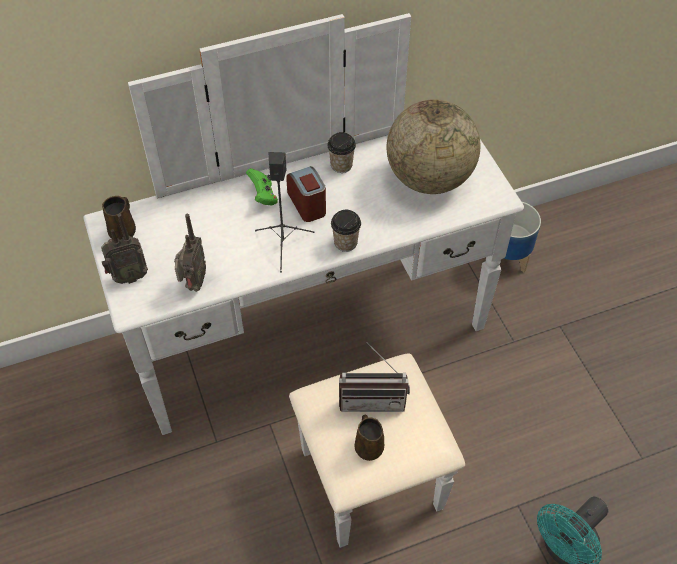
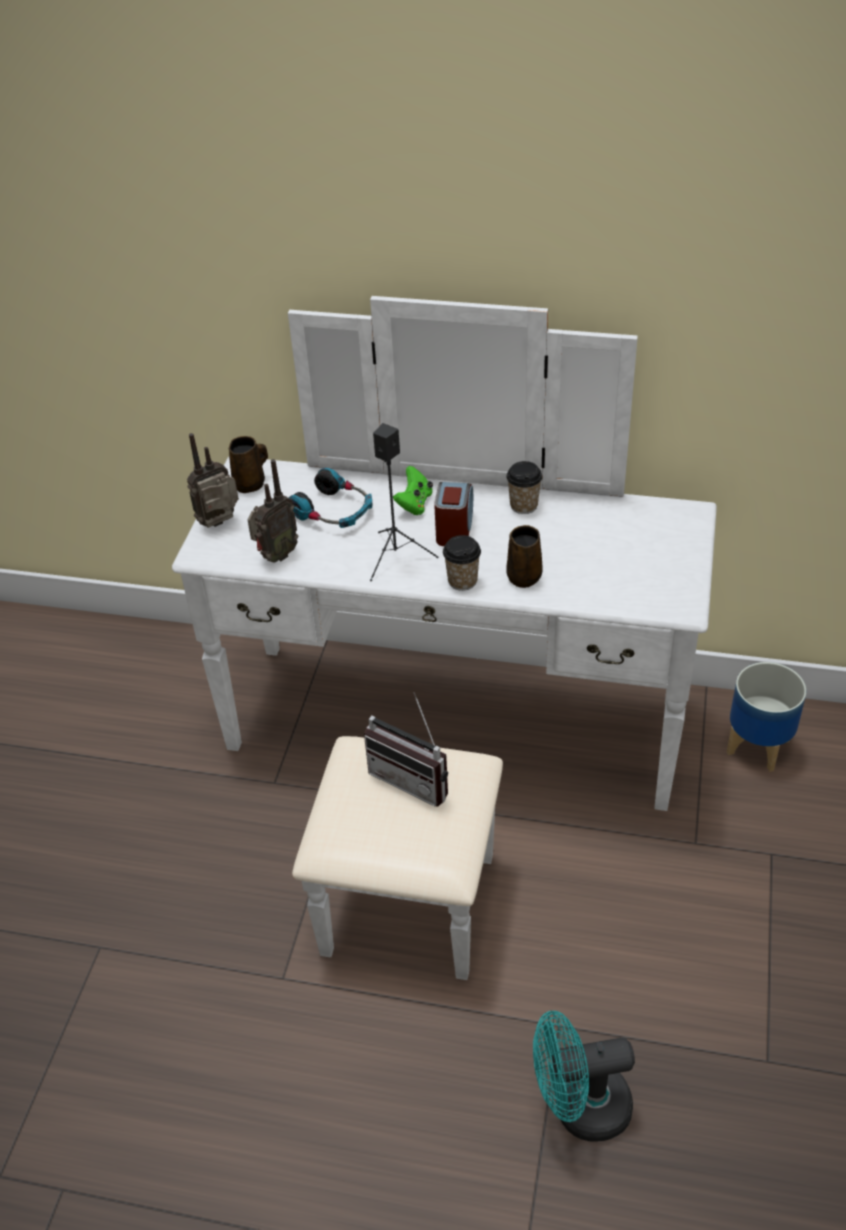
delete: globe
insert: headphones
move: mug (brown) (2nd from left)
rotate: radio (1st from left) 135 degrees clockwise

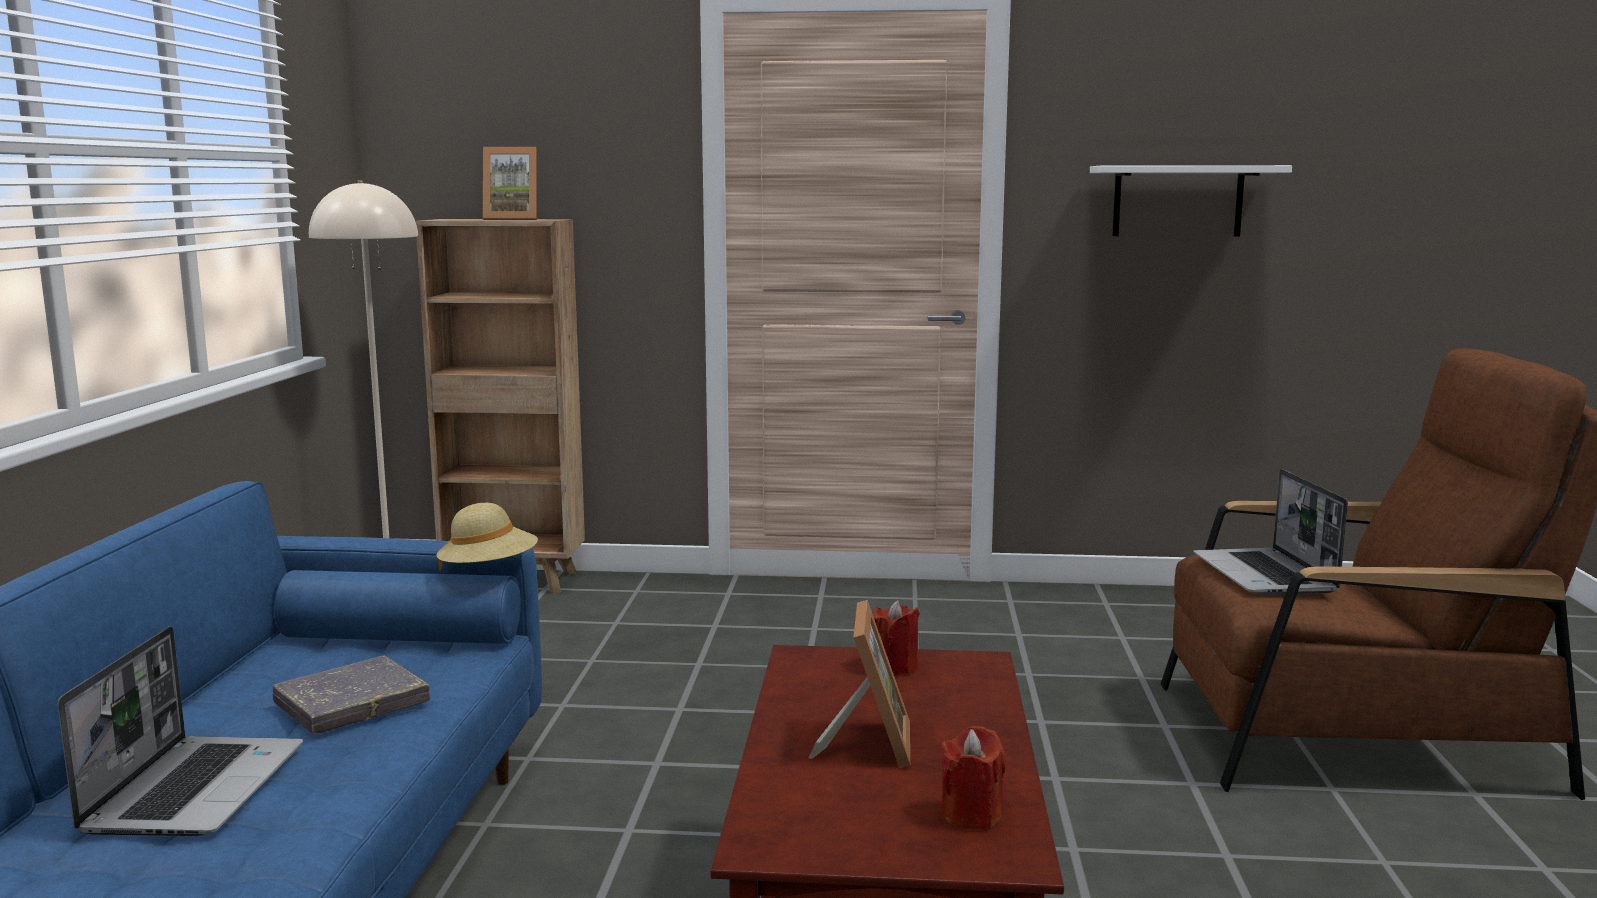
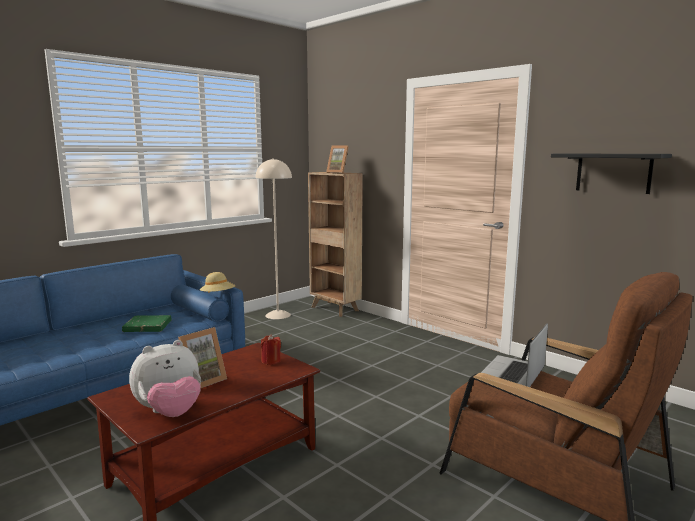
delete: laptop (1st from left)
replace: candle (red) (2nd from left) to plush toy
recolor: book (grey) to book (green); shelf (white) to shelf (black)

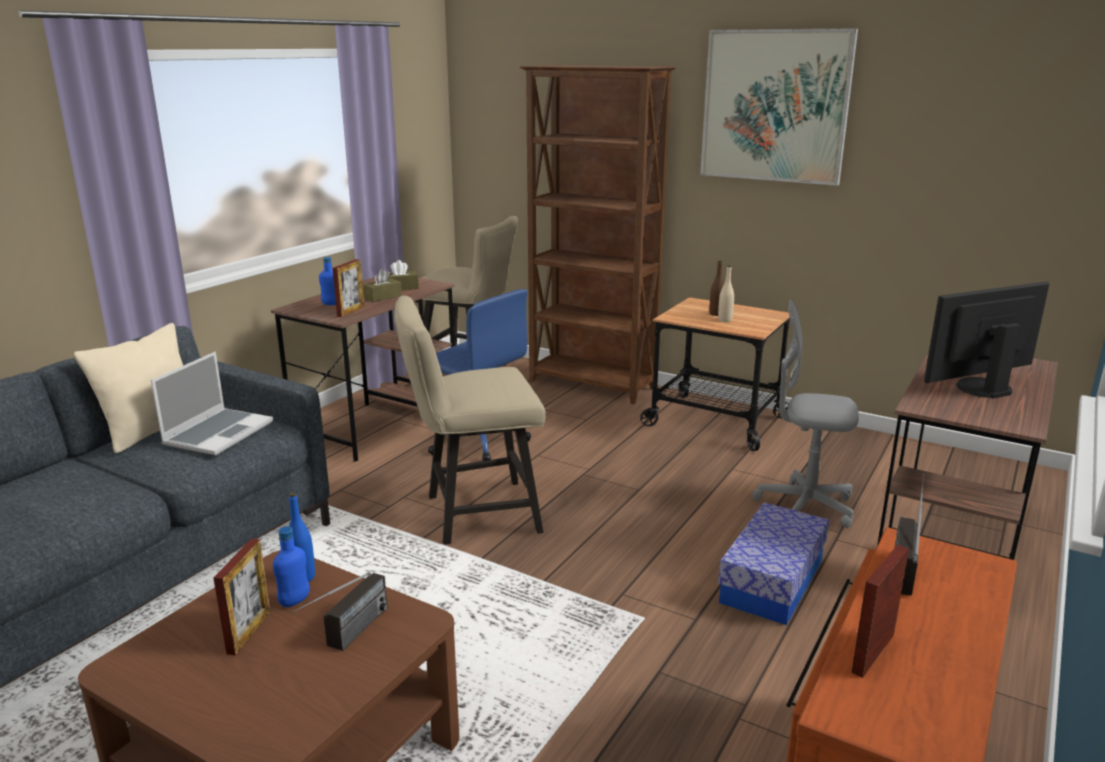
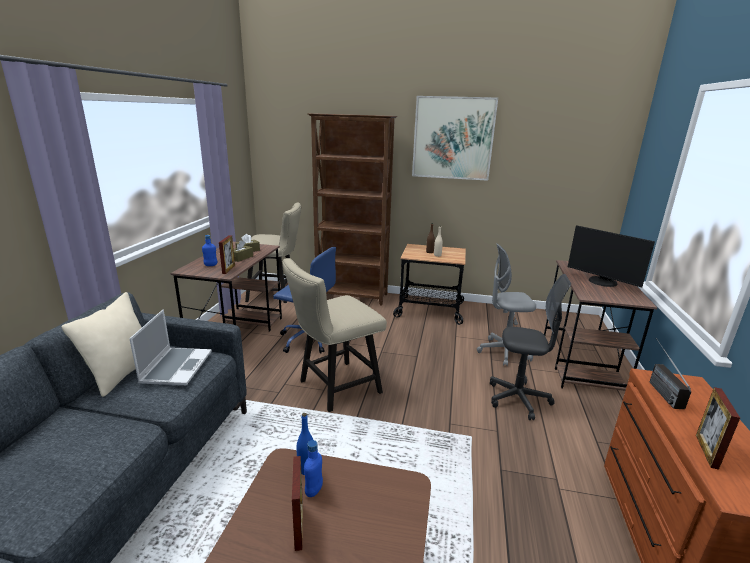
delete: radio (1st from left)
replace: storage box to office chair (grey) (2nd from left)
rotate: monitor 90 degrees counterclockwise

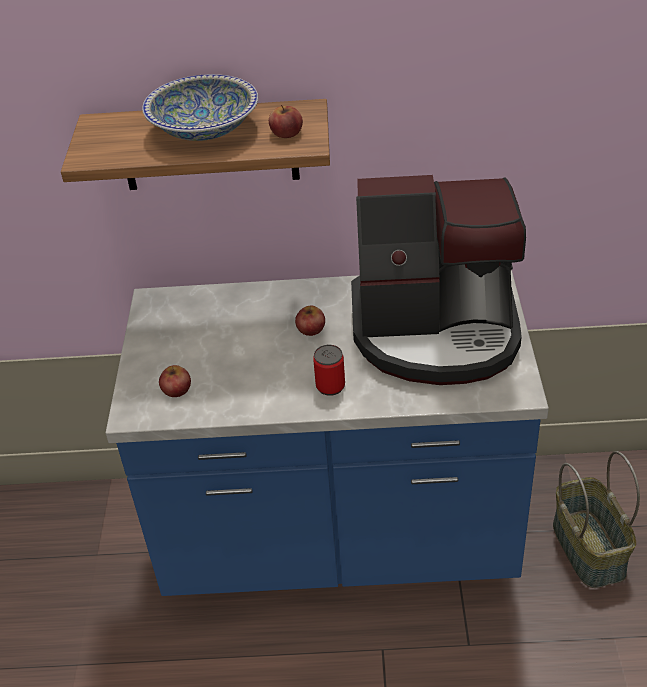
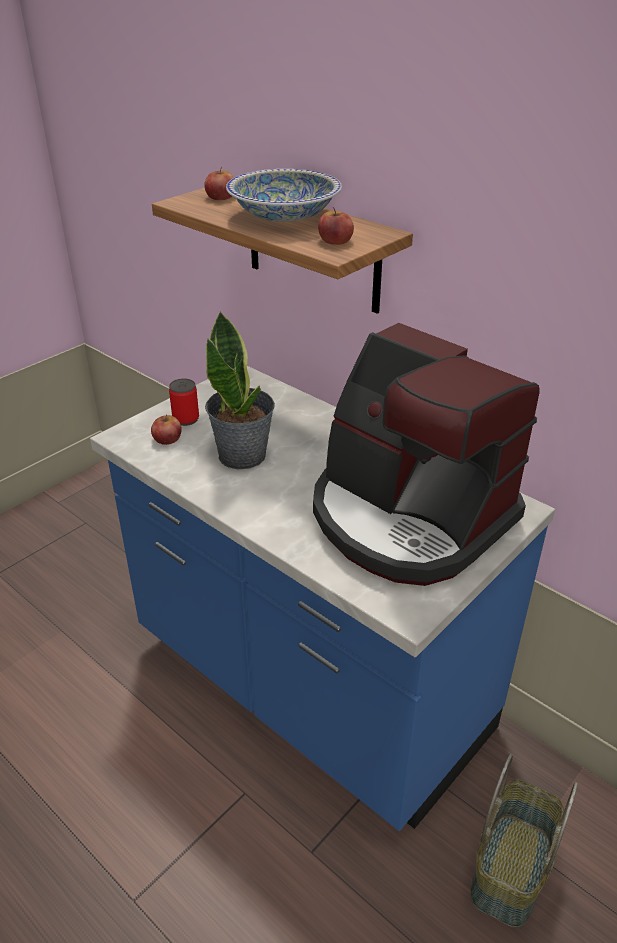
insert: potted plant
move: can; apple (3rd from left in the first image) to apple (2nd from left)

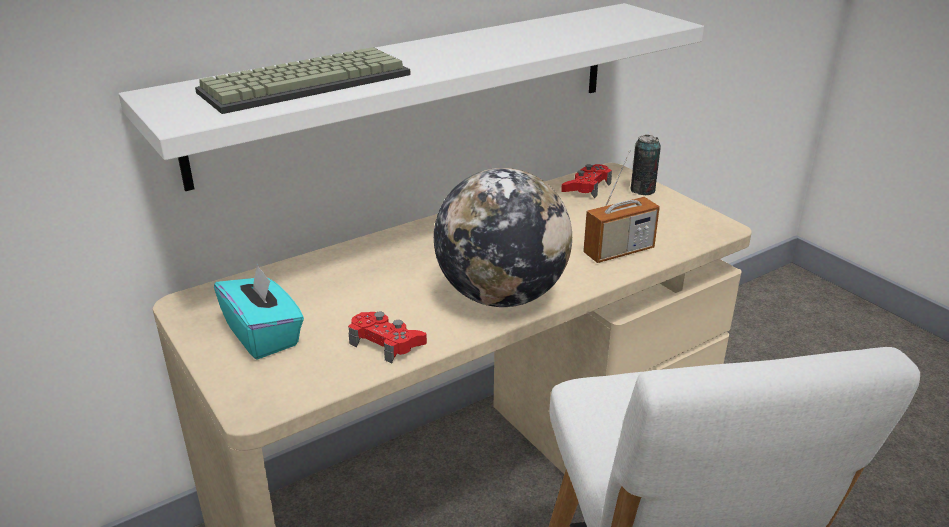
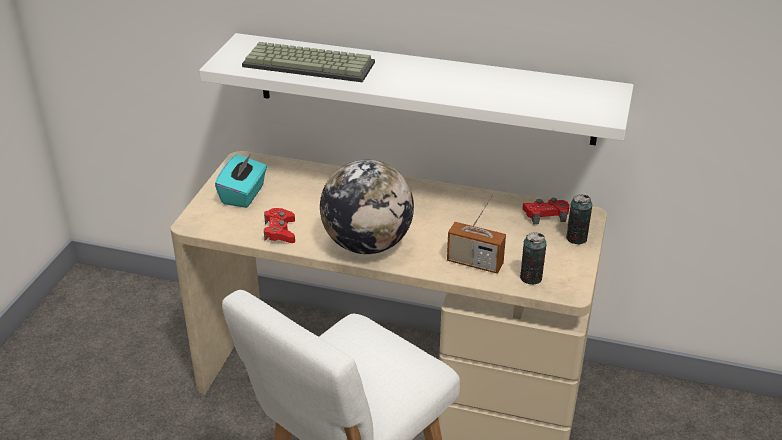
insert: can (1st from left)

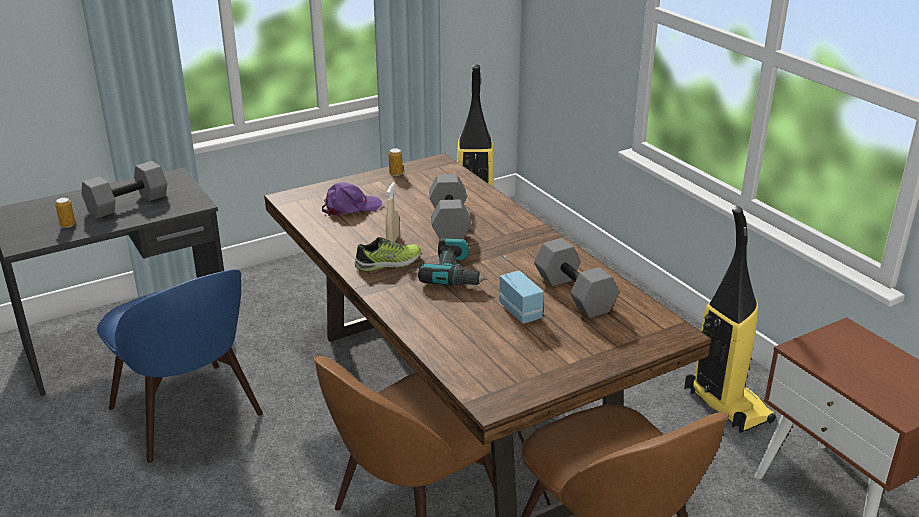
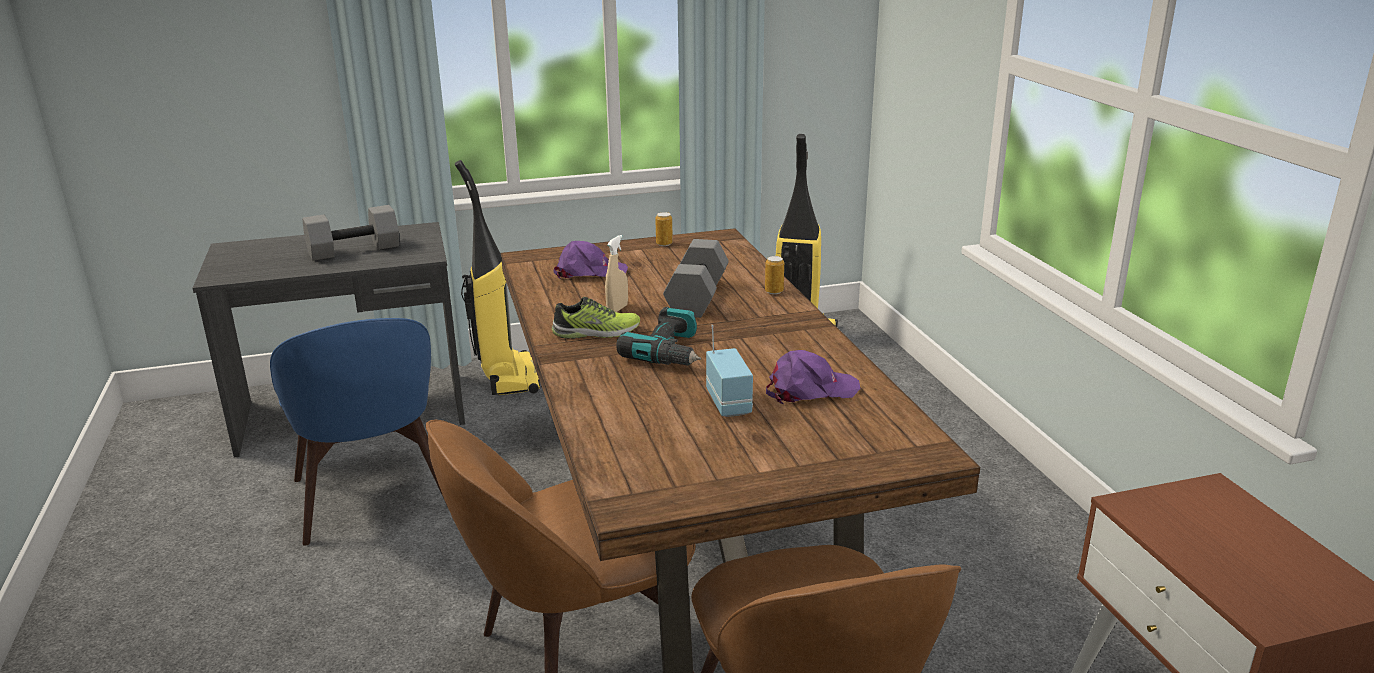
move: vacuum cleaner (2nd from left in the first image) to vacuum cleaner (1st from left); can (1st from left in the first image) to can (2nd from left)
replace: dumbbell (grey) (3rd from left) to cap (purple) (2nd from left)

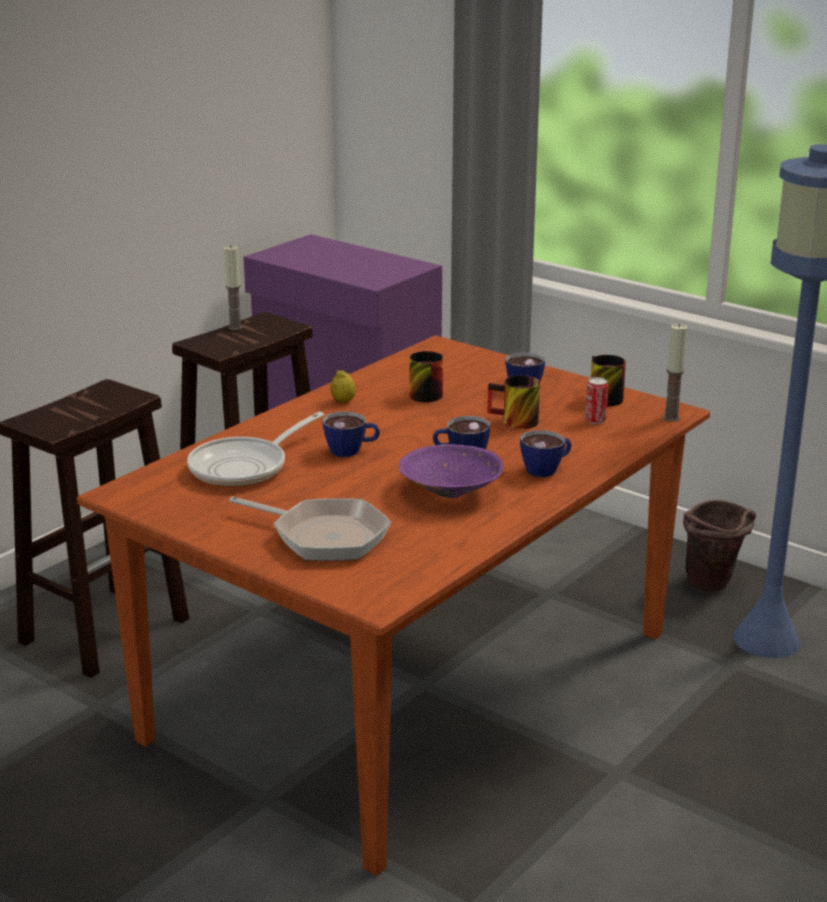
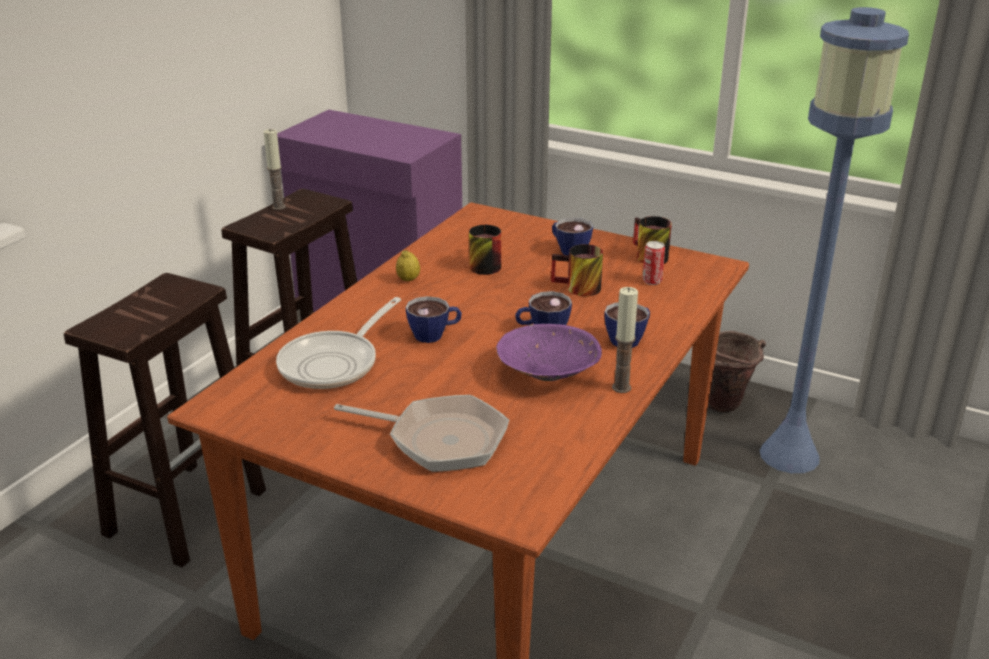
move: candle (2nd from left)

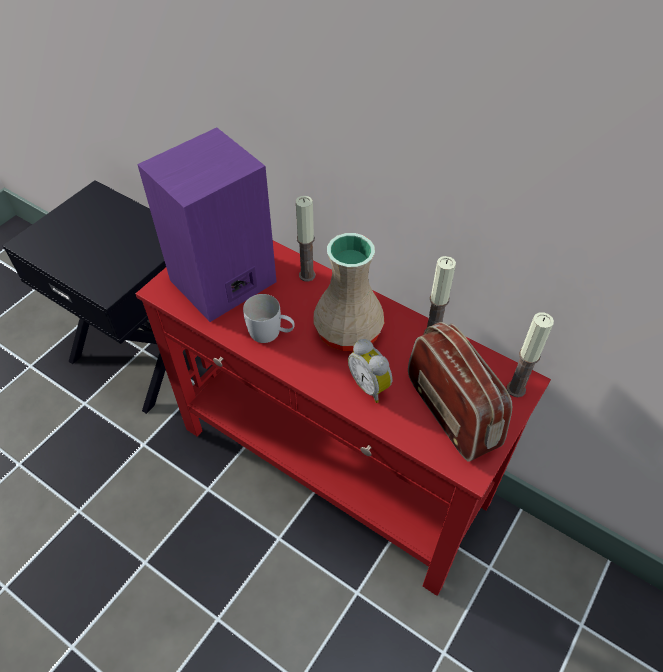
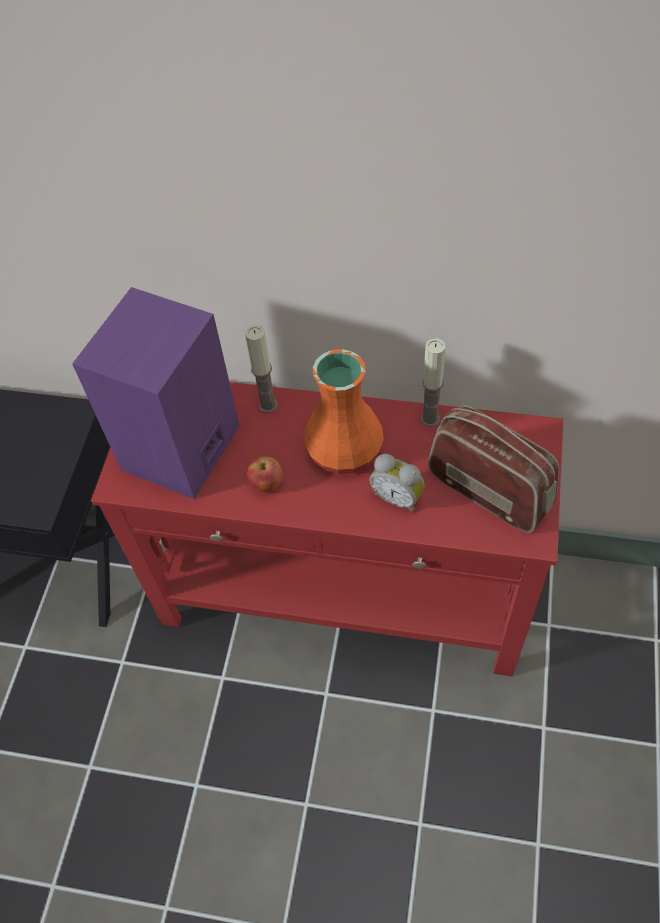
delete: candle (3rd from left)
replace: mug (white) to apple
recolor: vase (beige) to vase (orange)

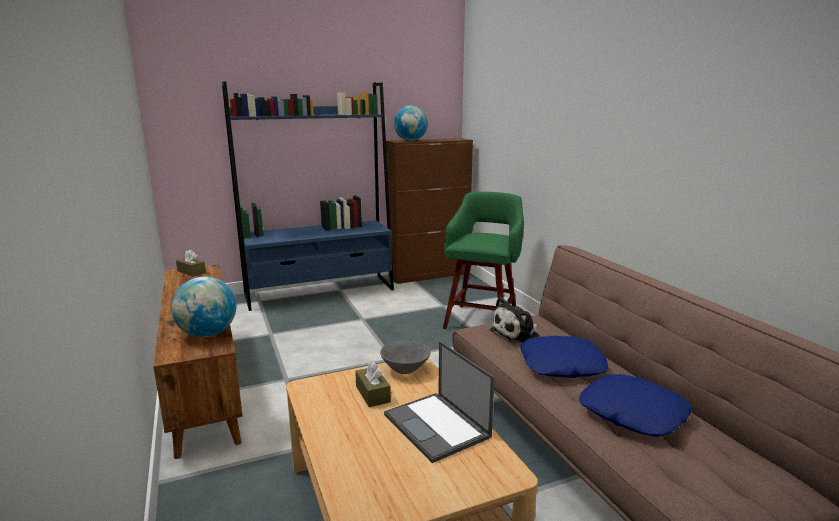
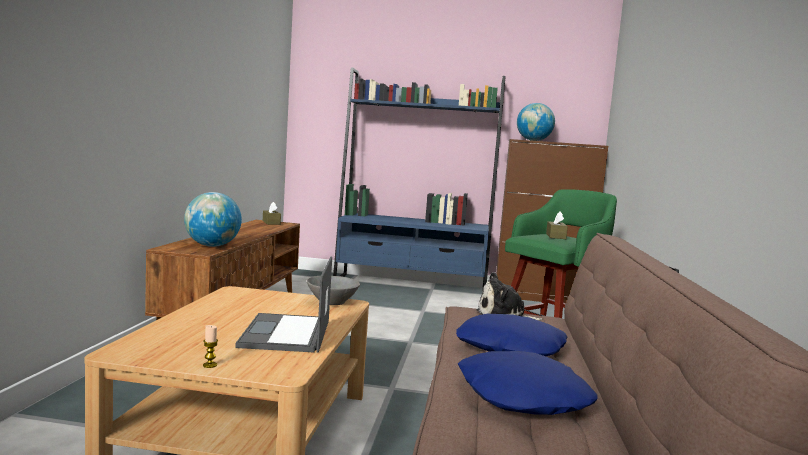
insert: candle
move: tissue box (brown) (2nd from left)

